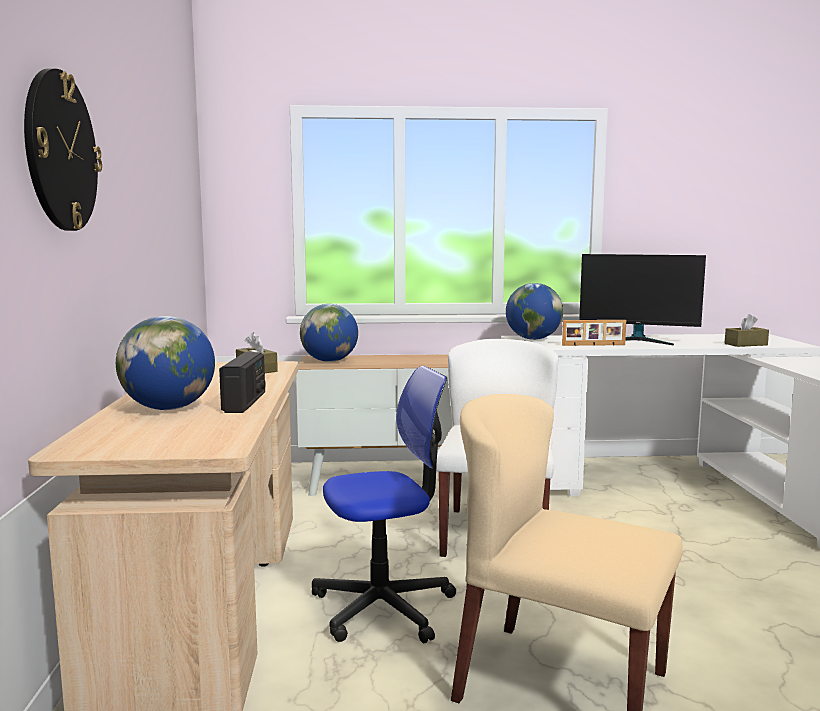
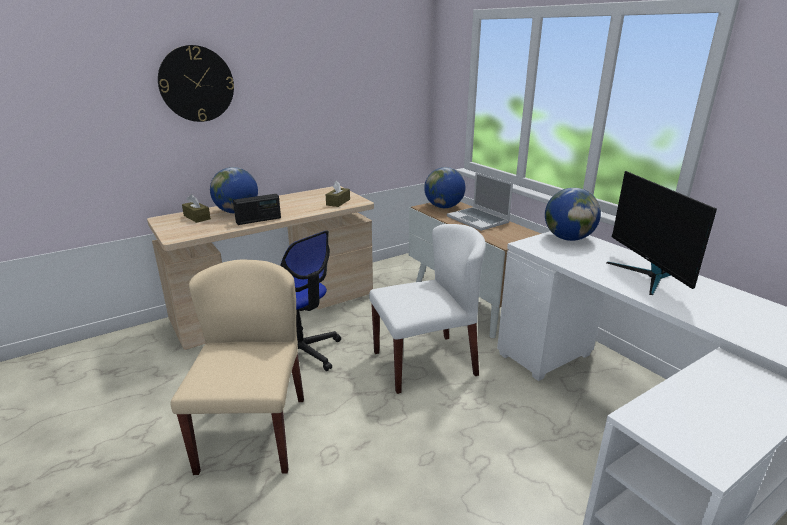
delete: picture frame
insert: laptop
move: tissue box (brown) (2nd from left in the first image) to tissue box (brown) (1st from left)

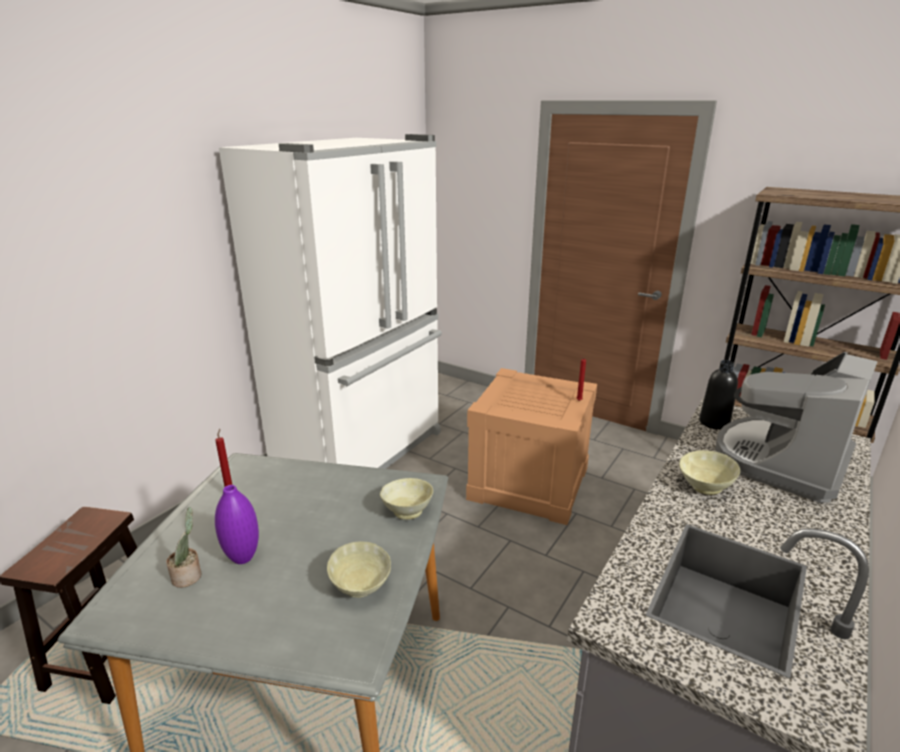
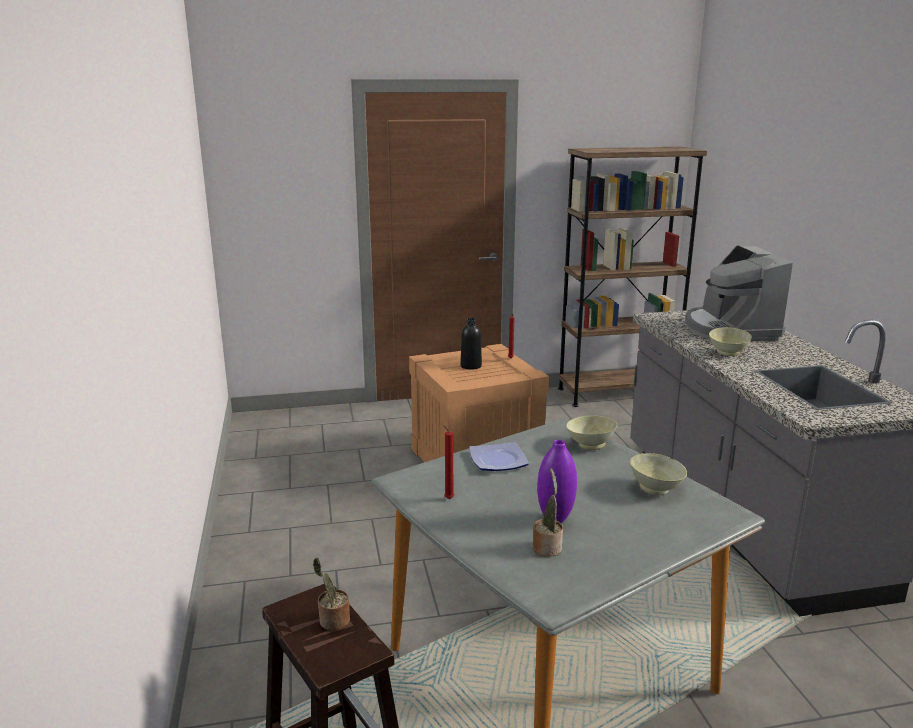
delete: fridge (white)
insert: potted plant (1st from left); plate
move: bottle (black)

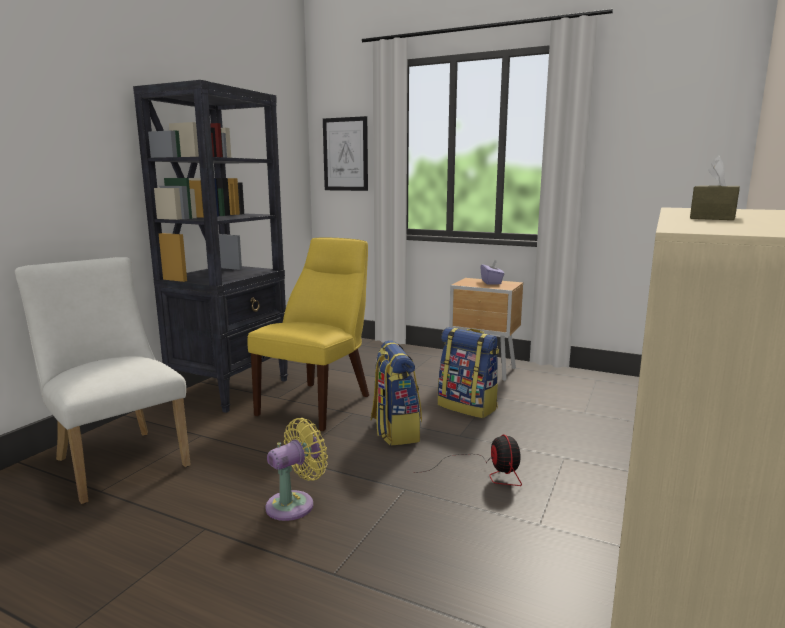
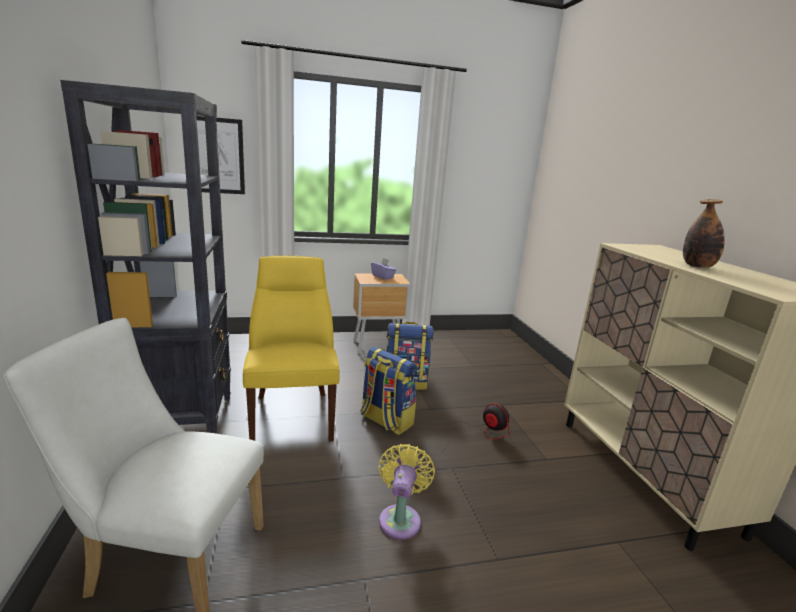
replace: tissue box (brown) to bottle

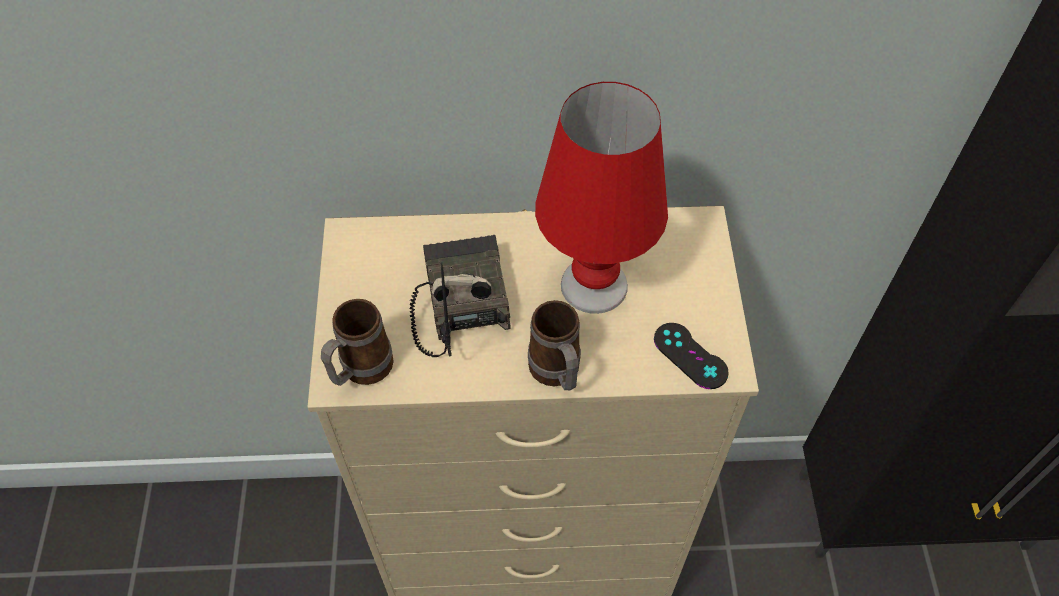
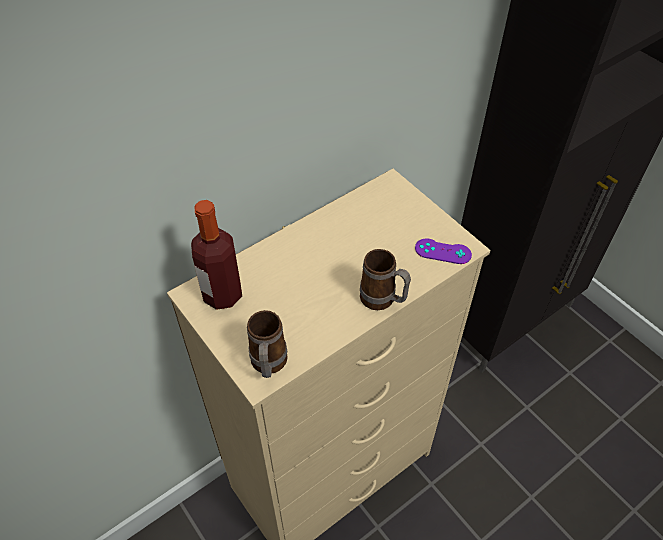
delete: radio; table lamp (red)
insert: bottle
recolor: game controller (black) to game controller (purple)

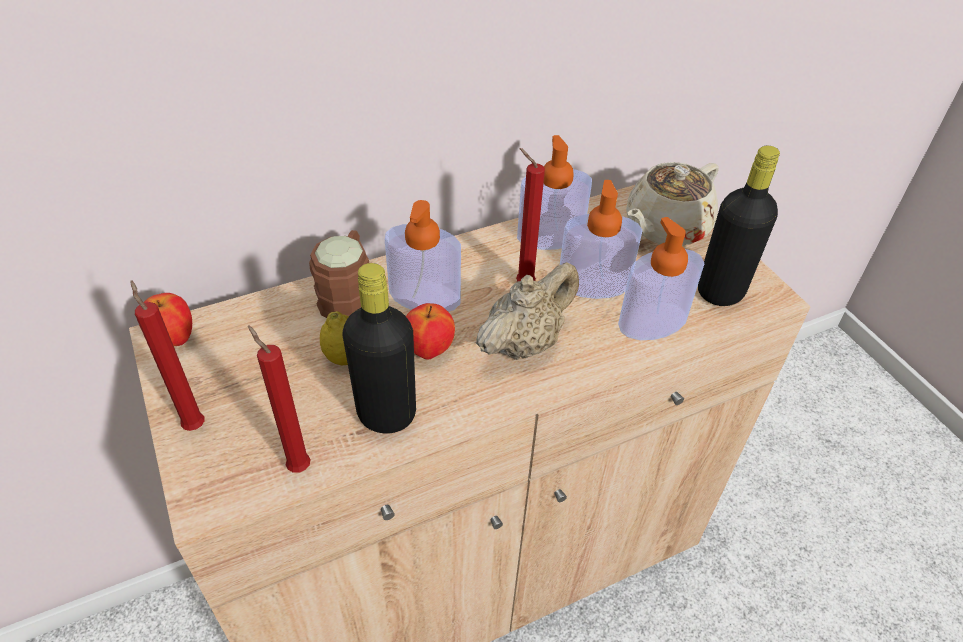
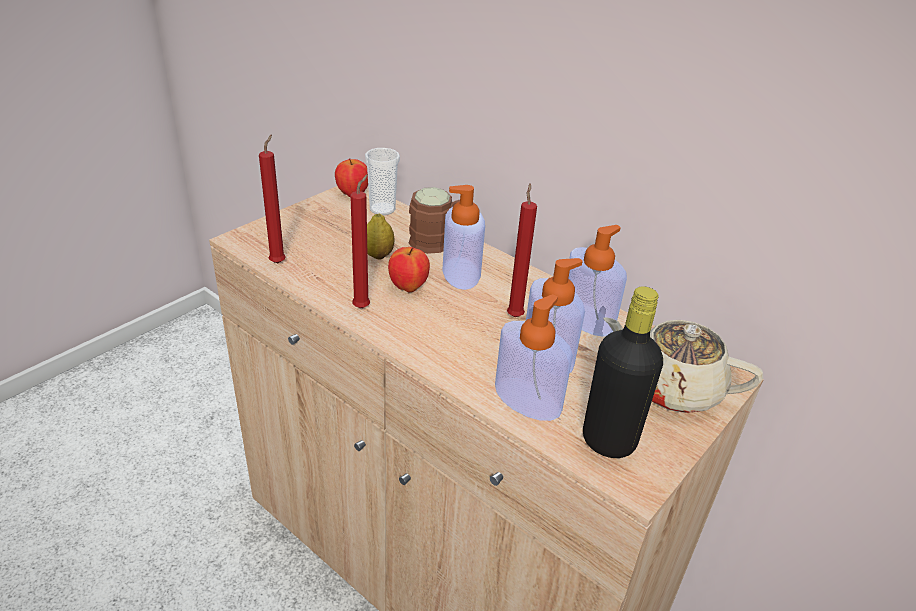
delete: bottle (black) (1st from left); teapot (beige) (1st from left)
insert: cup
move: candle (red) (1st from left in the first image) to candle (red) (2nd from left)

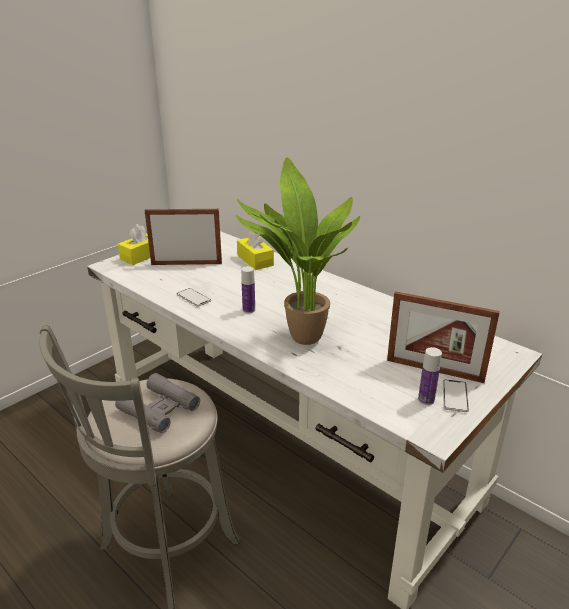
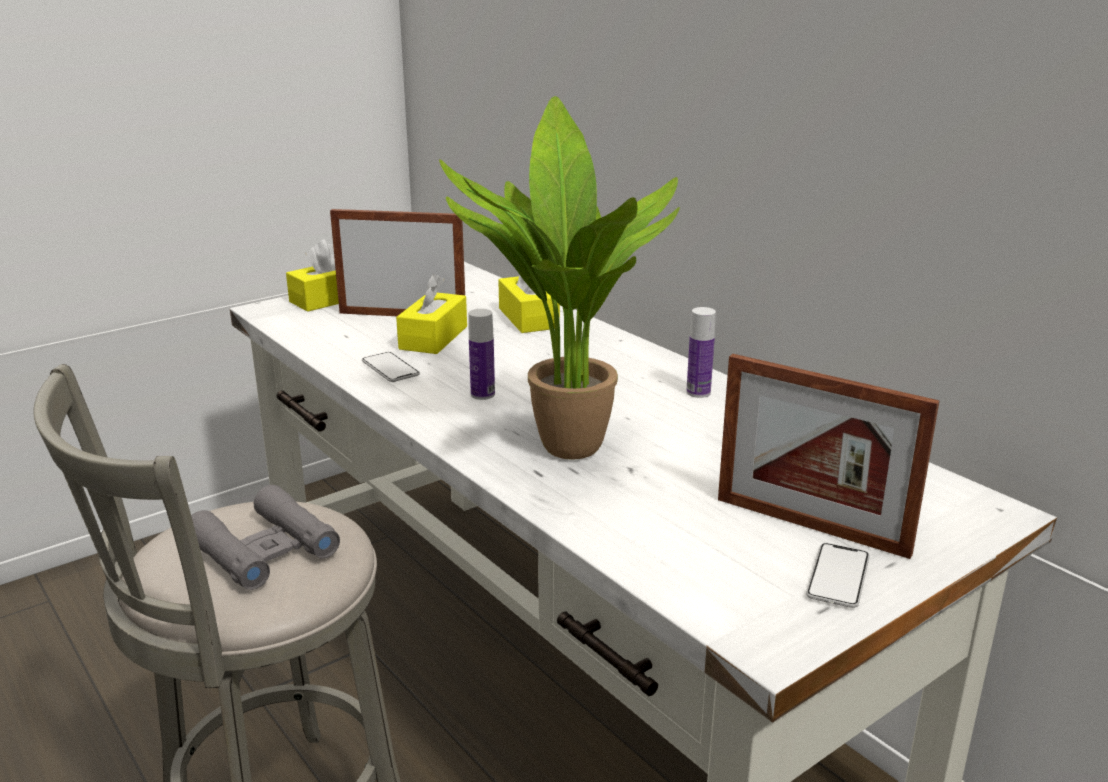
insert: tissue box (yellow) (2nd from left)
move: bottle (2nd from left)

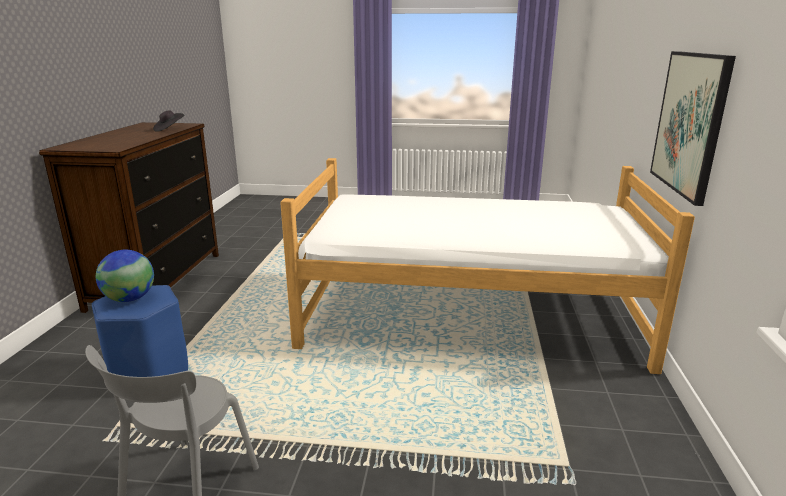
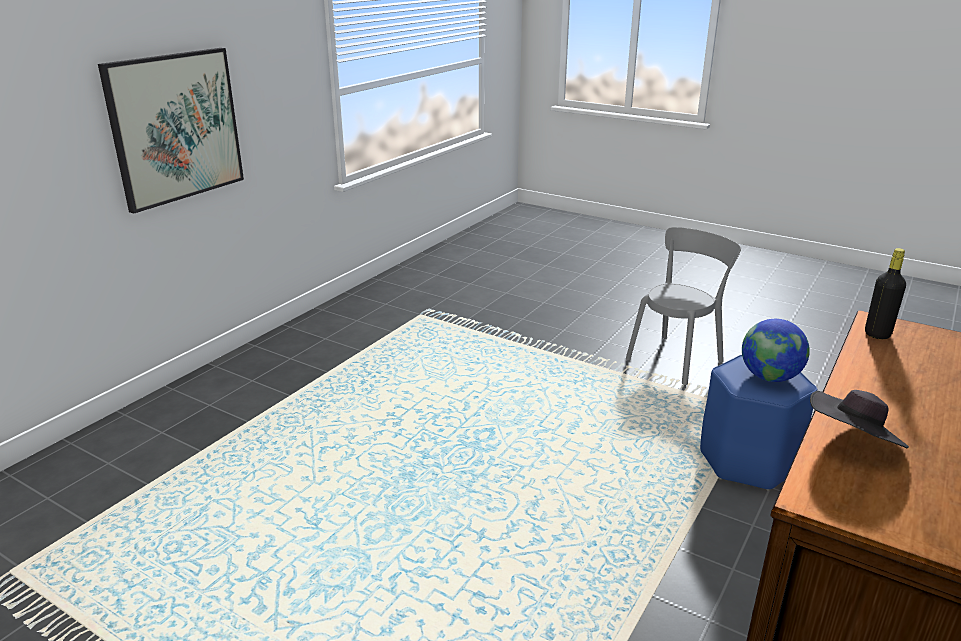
delete: bed
insert: bottle (black)

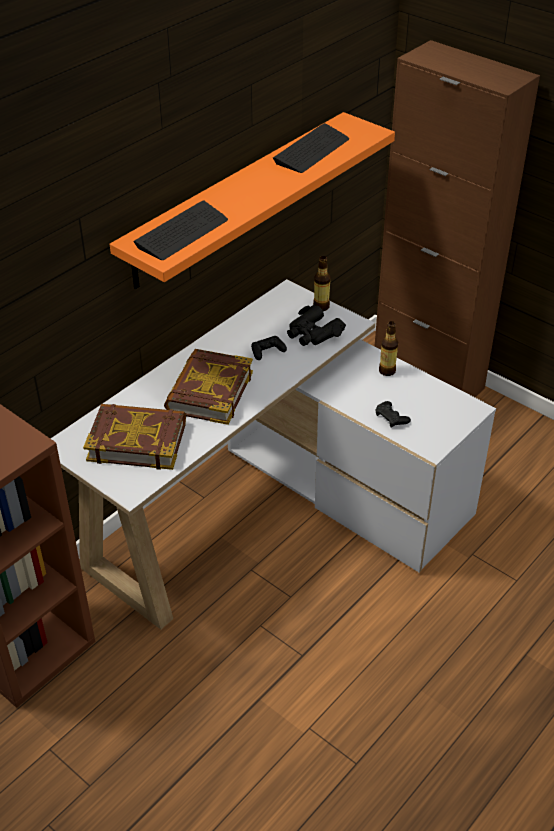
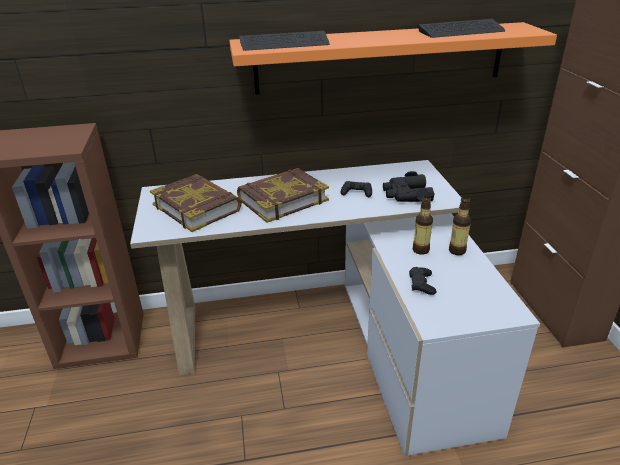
move: bottle (1st from left)

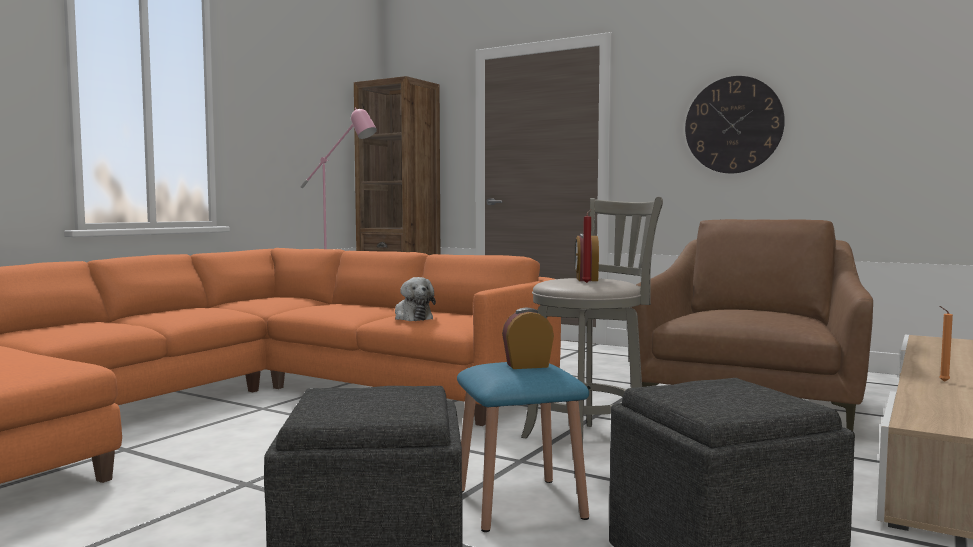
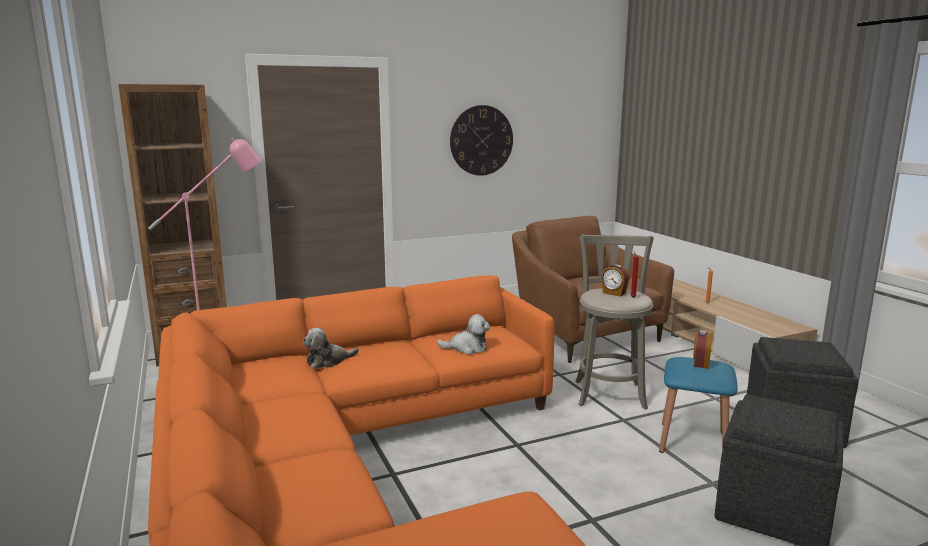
insert: plush toy (1st from left)

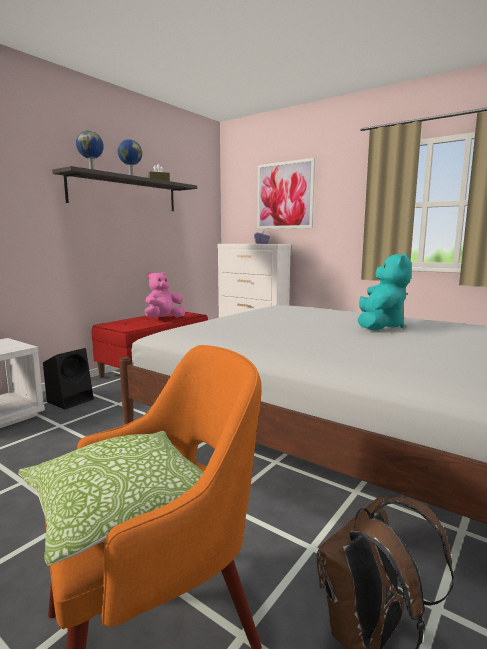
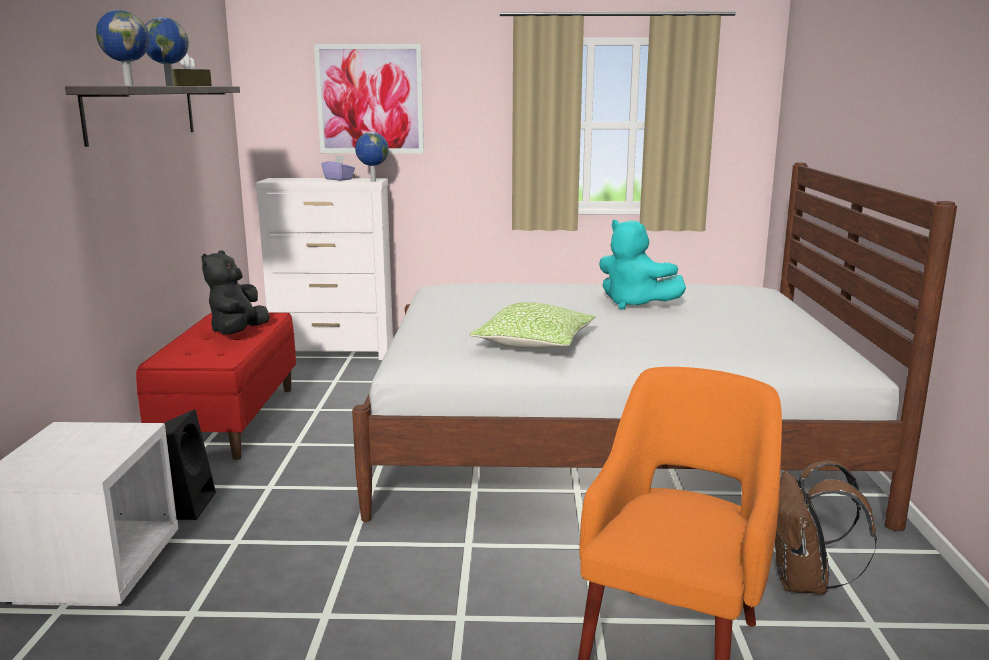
insert: globe (3rd from left)
move: pillow
recolor: plush toy (pink) to plush toy (black)
rotate: plush toy (turquoise) 150 degrees clockwise

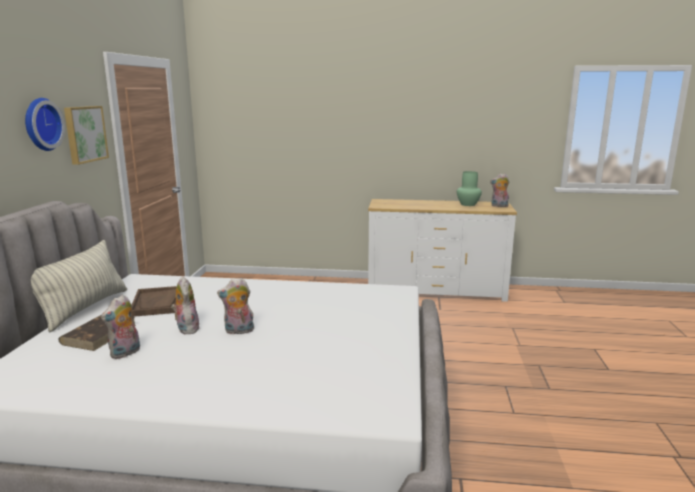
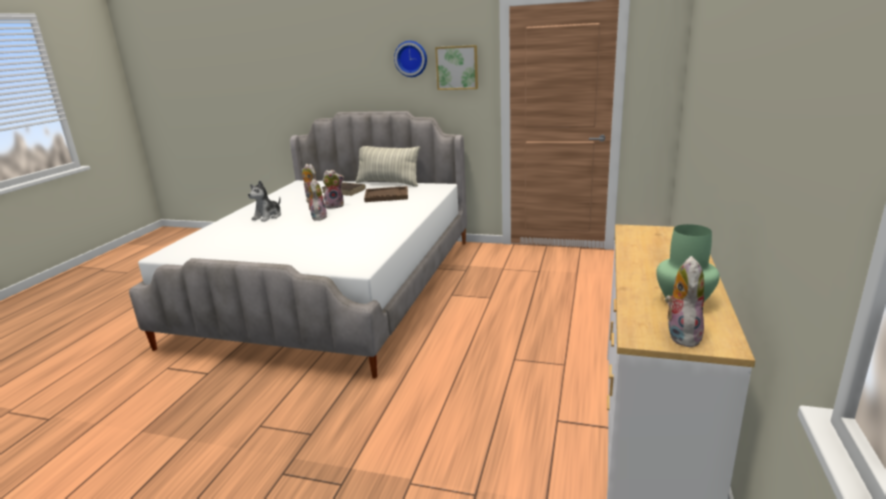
insert: plush toy (1st from left)

